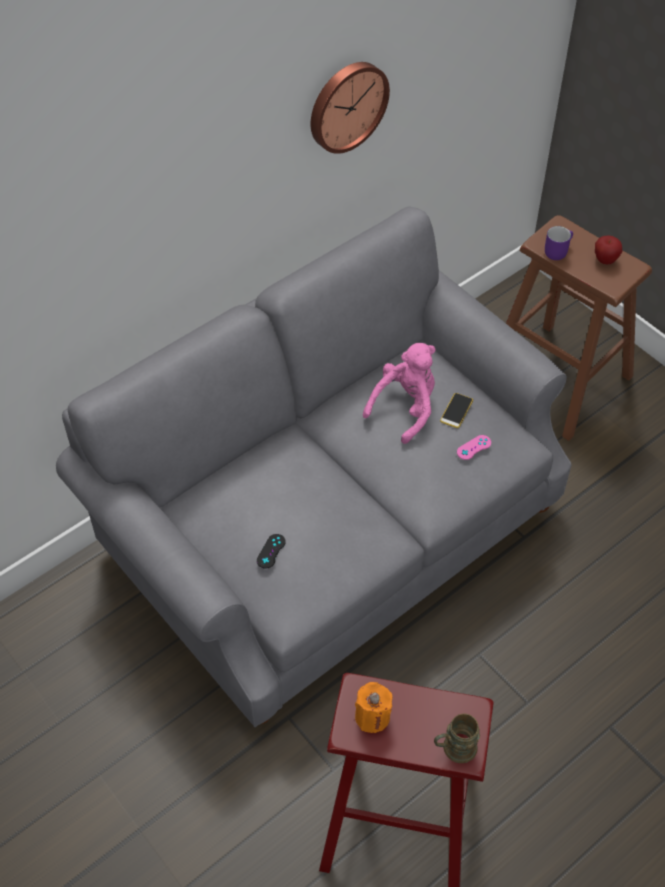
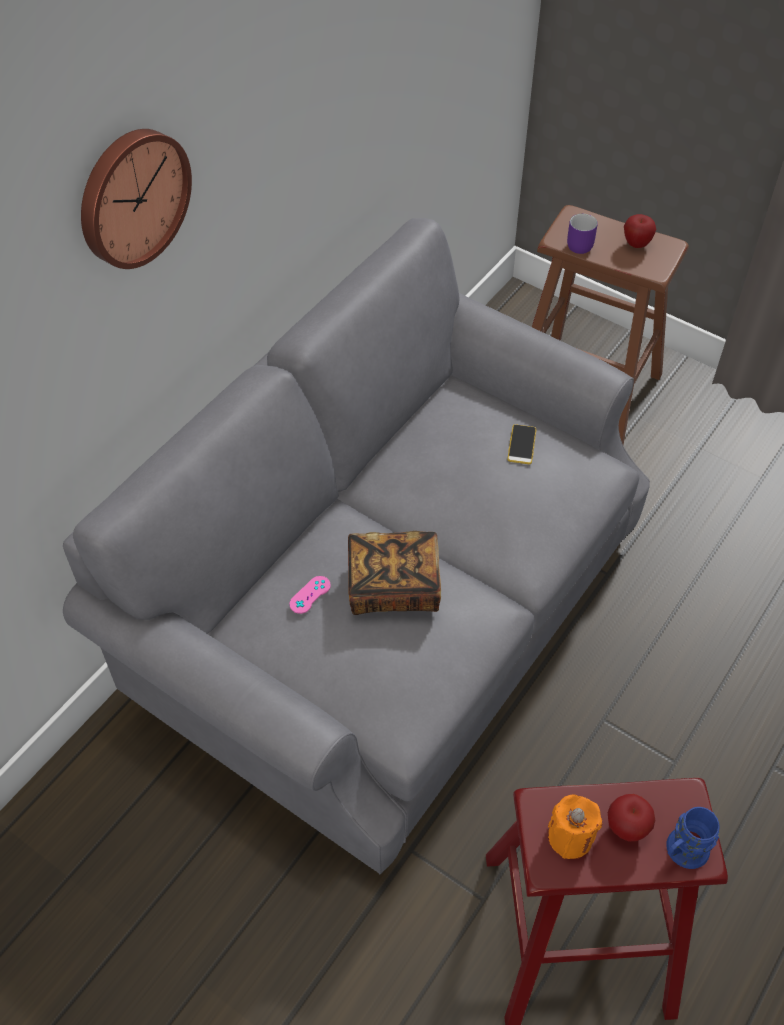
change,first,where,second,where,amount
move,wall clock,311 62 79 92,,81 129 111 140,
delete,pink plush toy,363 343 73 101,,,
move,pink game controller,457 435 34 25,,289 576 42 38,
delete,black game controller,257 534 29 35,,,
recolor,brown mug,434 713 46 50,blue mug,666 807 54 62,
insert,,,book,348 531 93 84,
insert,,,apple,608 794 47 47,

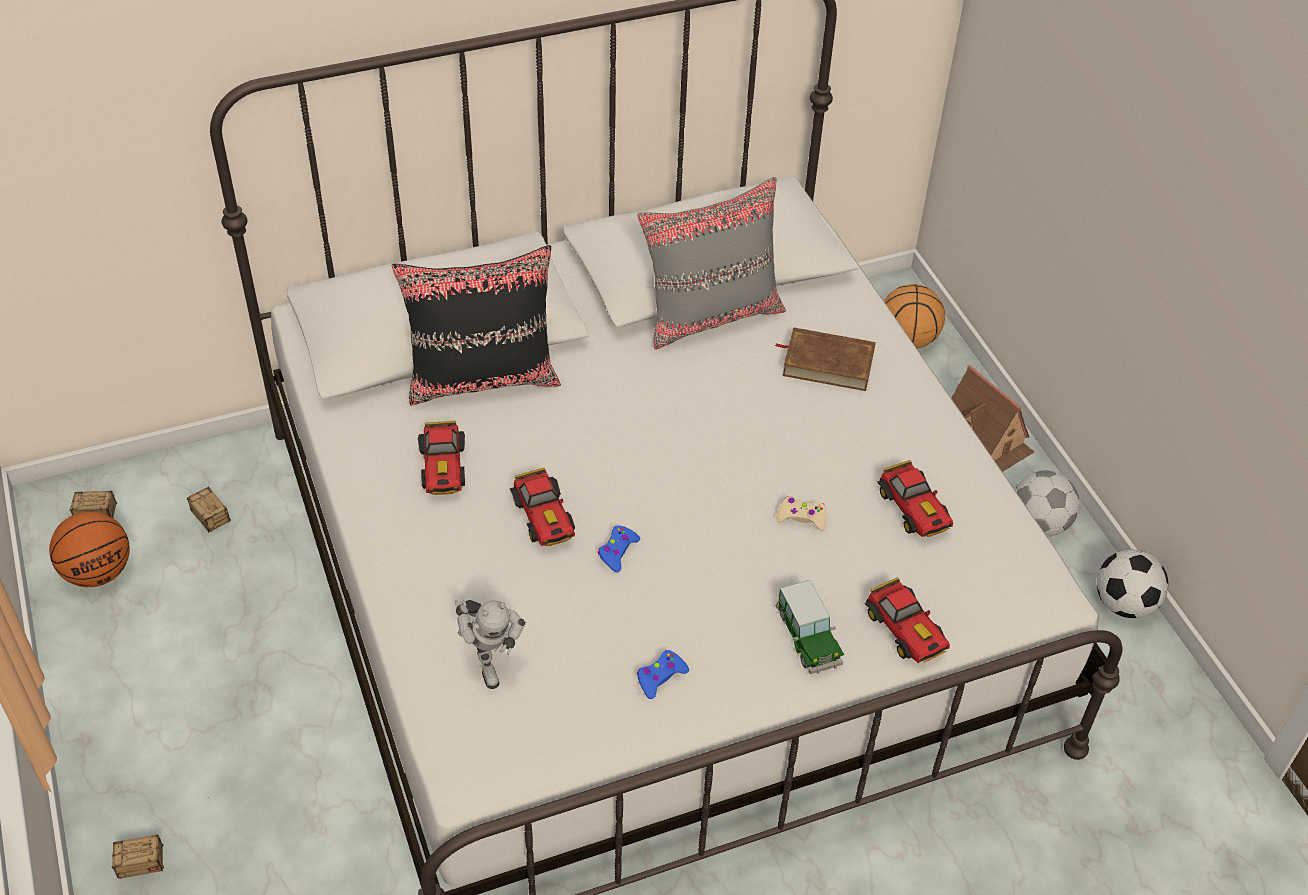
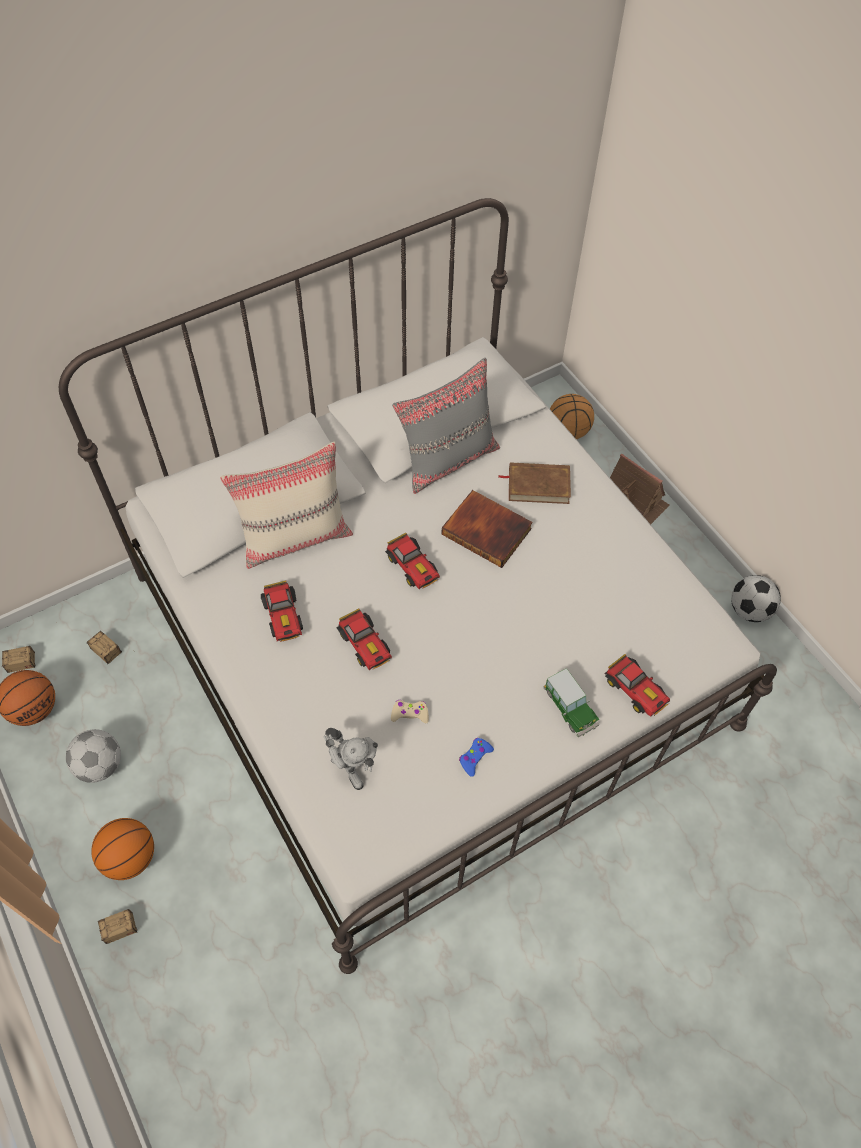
change,first,where,second,where,amount
recolor,black pillow,391 245 170 160,beige pillow,220 442 133 127,
move,toy car,877 460 76 77,,385 533 55 56,
move,football,1014 470 66 67,,66 729 55 54,
move,beige game controller,776 496 51 35,,391 700 38 23,
delete,blue game controller,598 525 42 48,,,
insert,,,book,441 490 92 78,
insert,,,basketball,91 818 63 62,

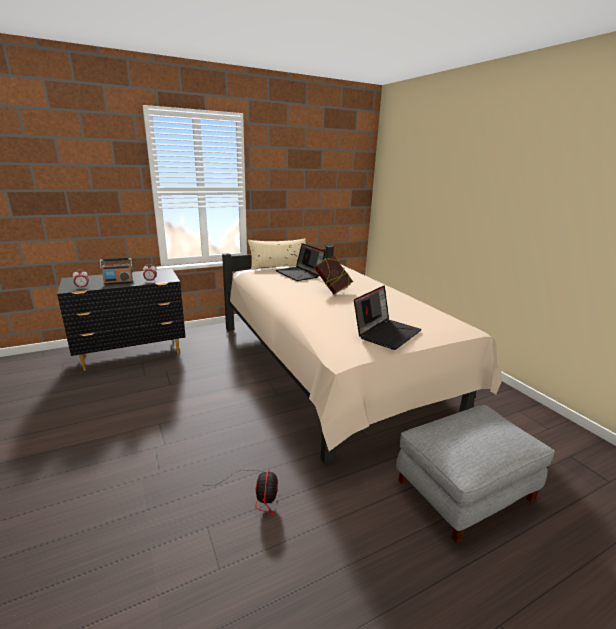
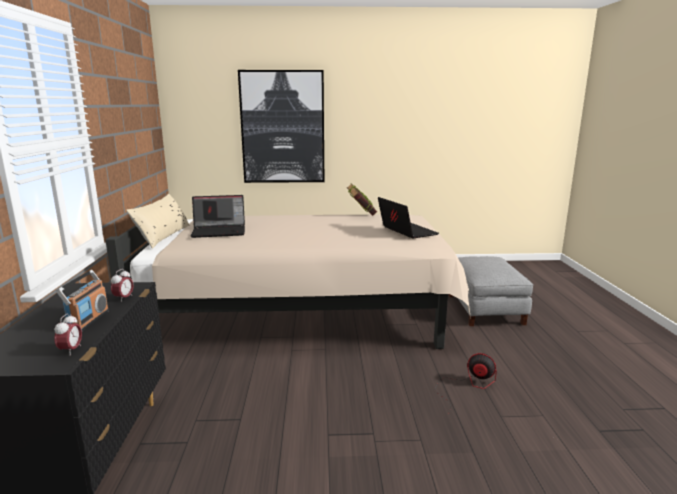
change,first,where,second,where,amount
move,book,314 256 39 38,,347 183 30 33,
insert,,,picture,238 70 86 113,

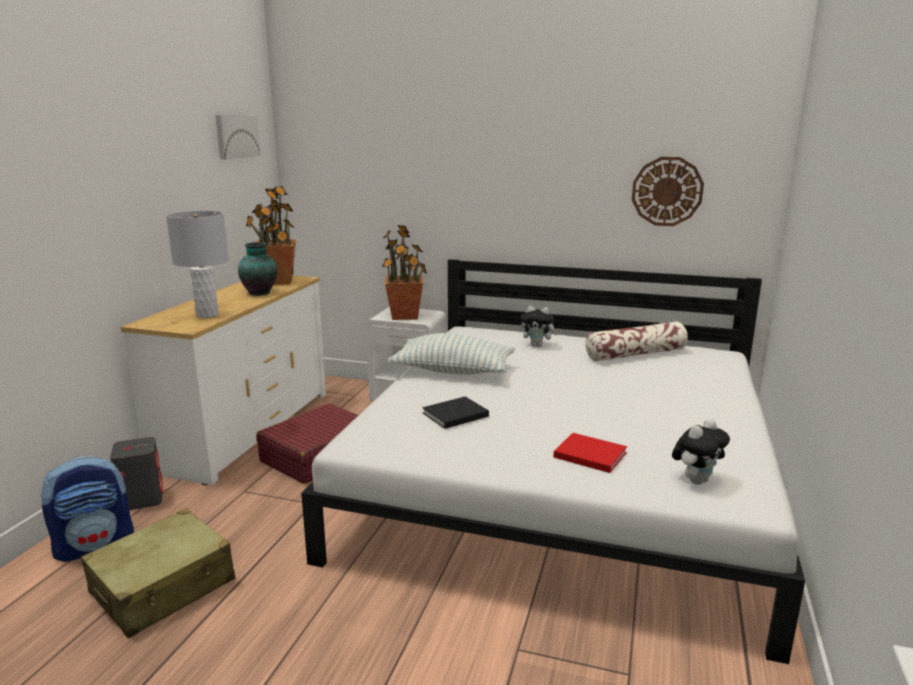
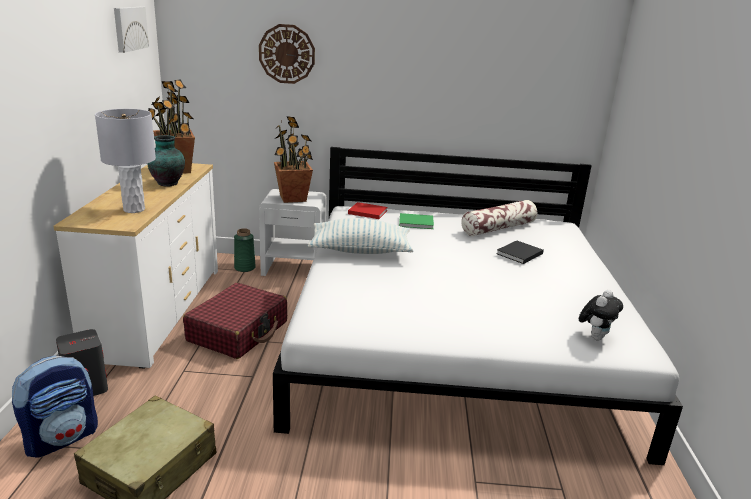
change,first,where,second,where,amount
move,wall clock,632 157 72 69,,259 24 56 60,
replace,plush toy,521 306 37 41,green book,399 213 35 16,
move,black book,422 397 67 32,,496 241 48 23,
move,red book,553 433 74 40,,348 202 40 17,
insert,,,green vase,234 228 22 44,

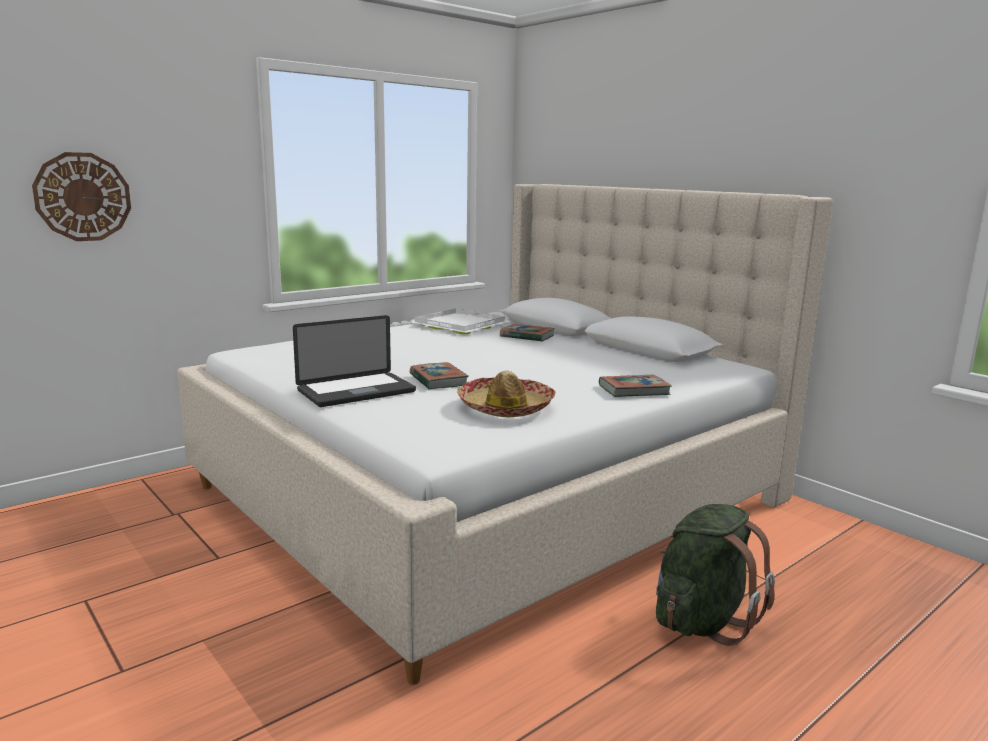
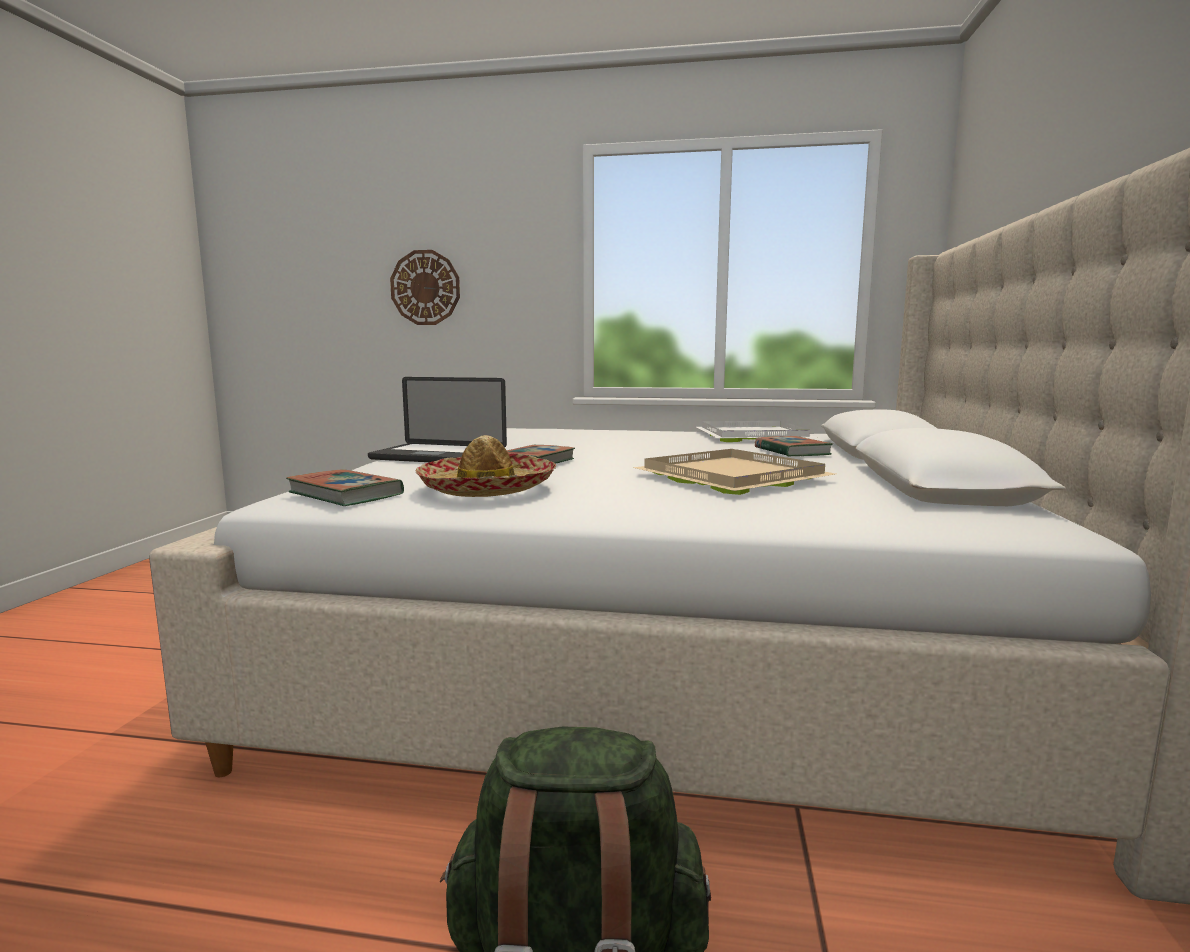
change,first,where,second,where,amount
move,book,599 375 73 22,,286 469 118 37,
insert,,,beige tray,633 449 202 46,

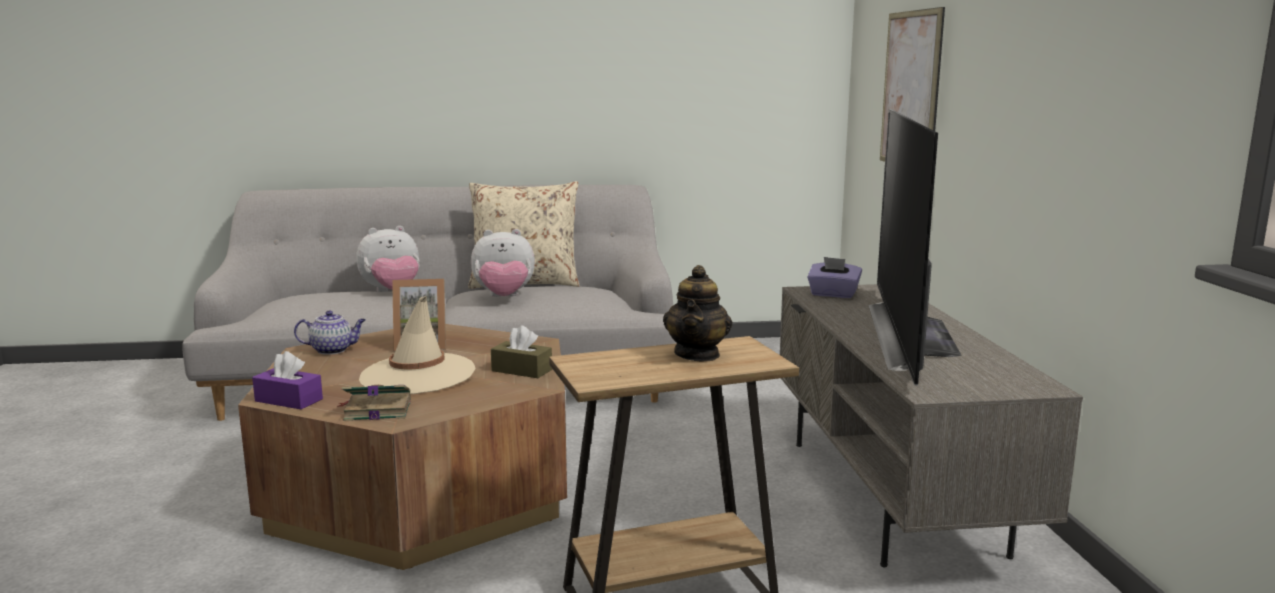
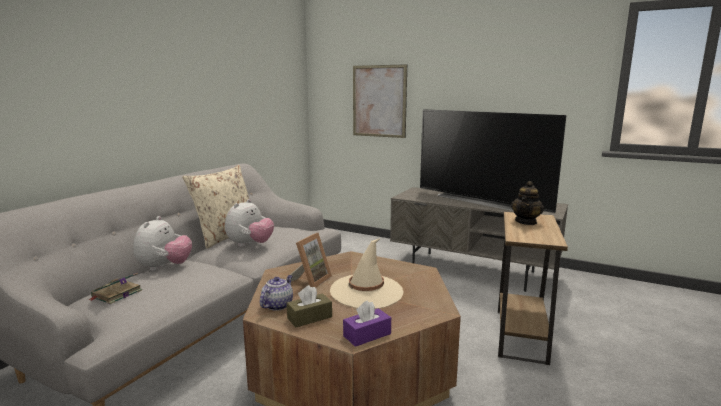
change,first,where,second,where,amount
delete,purple tissue box,807 257 55 41,,,
rotate,teapot,663 265 69 97,,511 181 33 44,75 degrees clockwise
move,brown tissue box,491 325 61 53,,287 285 45 42,
move,book,339 385 72 36,,89 272 53 32,

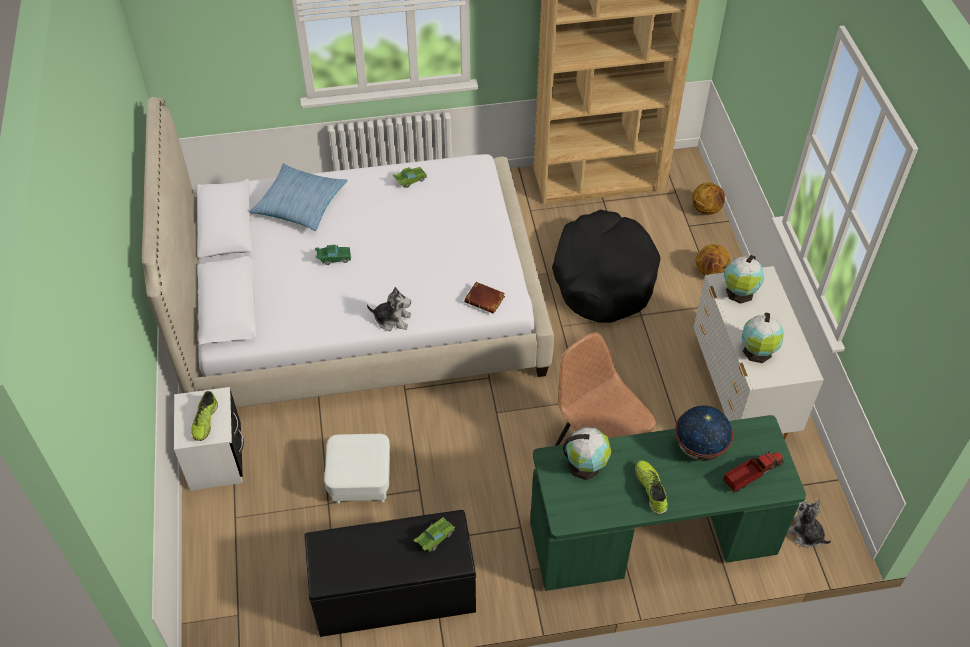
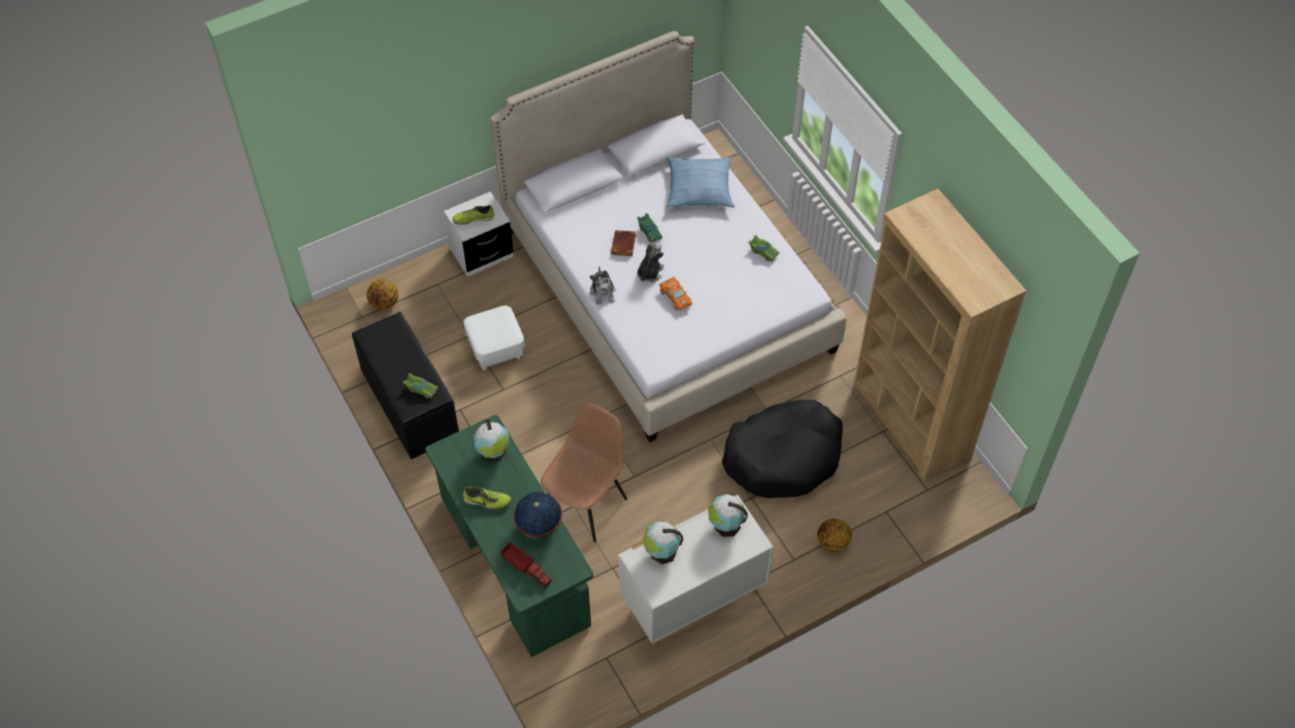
change,first,where,second,where,amount
move,basketball,692 183 33 32,,366 279 33 31,
move,brown book,464 282 41 32,,611 230 25 26,
rotate,shoe,635 460 33 54,,463 487 48 22,45 degrees clockwise
move,plush toy,788 499 43 49,,637 243 27 40,
insert,,,orange toy car,660 277 32 33,

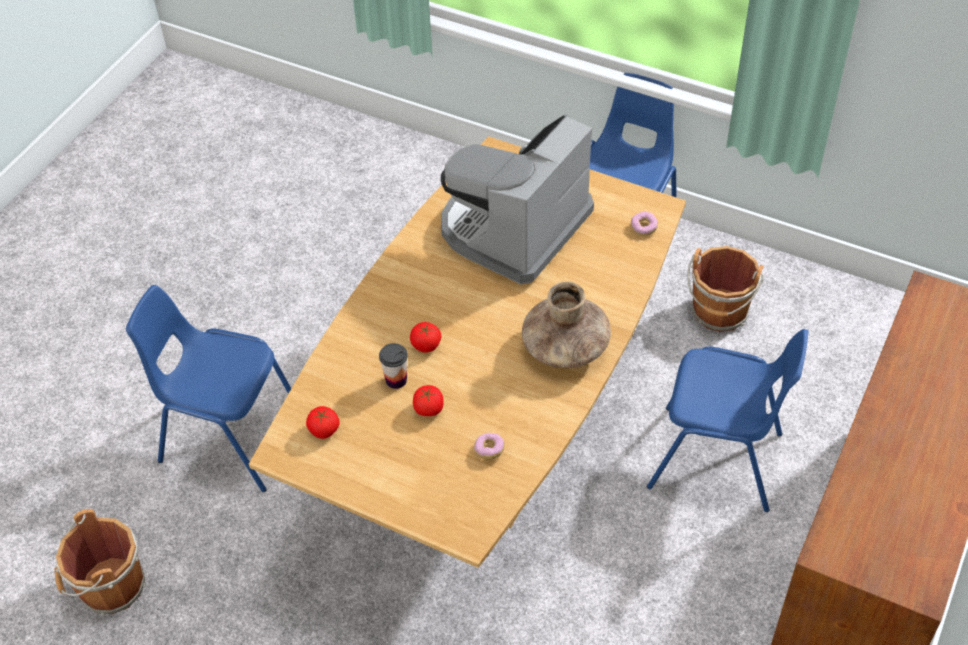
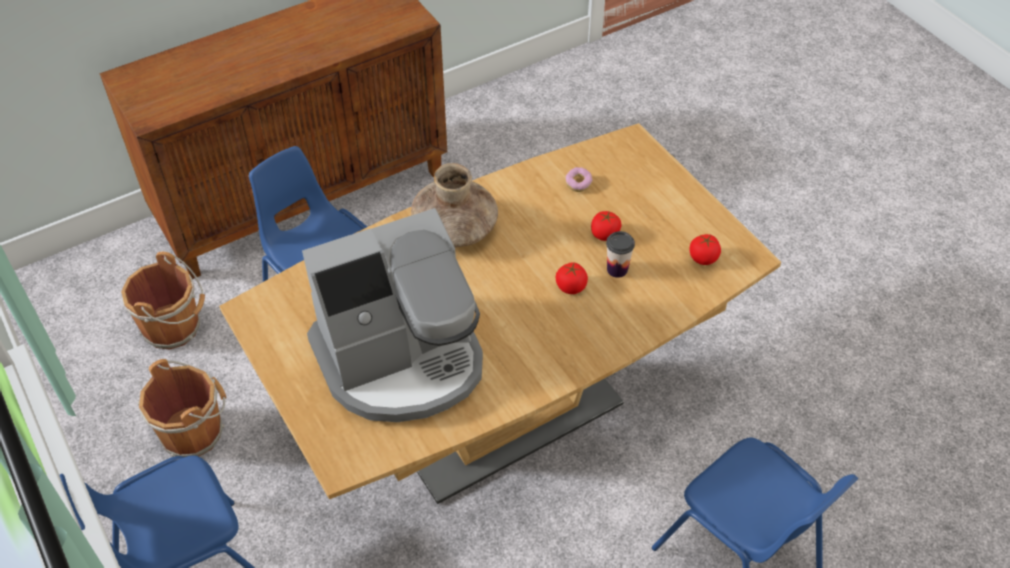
change,first,where,second,where,amount
delete,donut,631 211 27 25,,,
move,brown bucket,55 509 91 107,,121 252 84 98,

